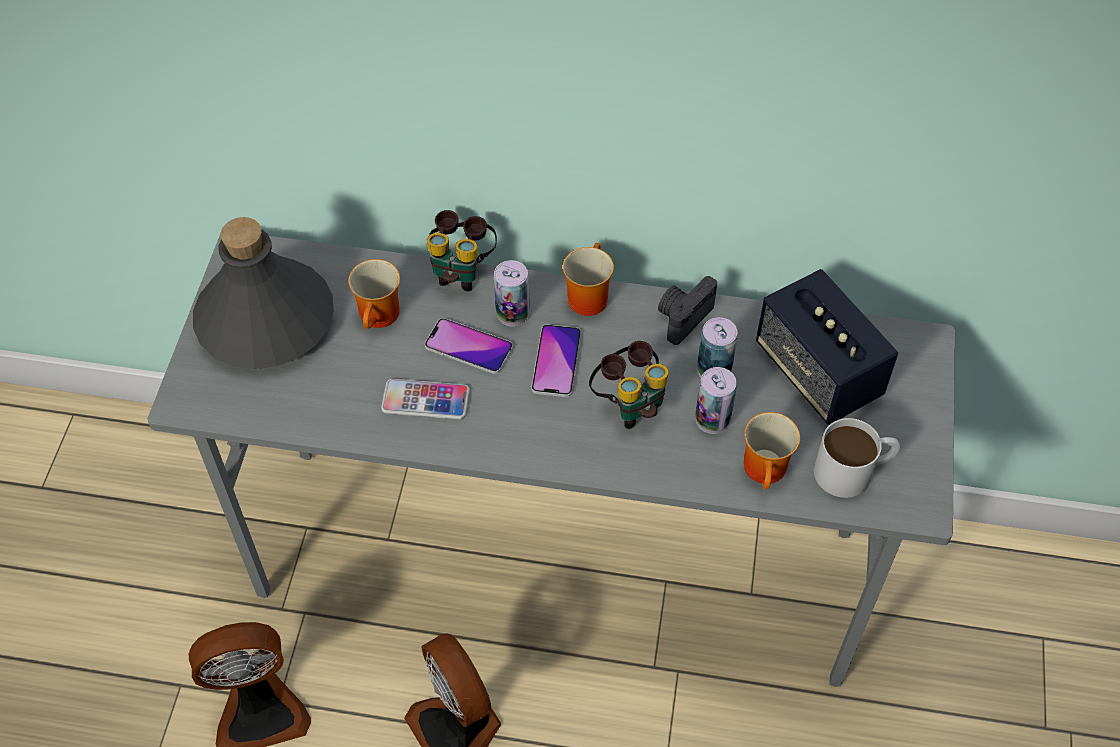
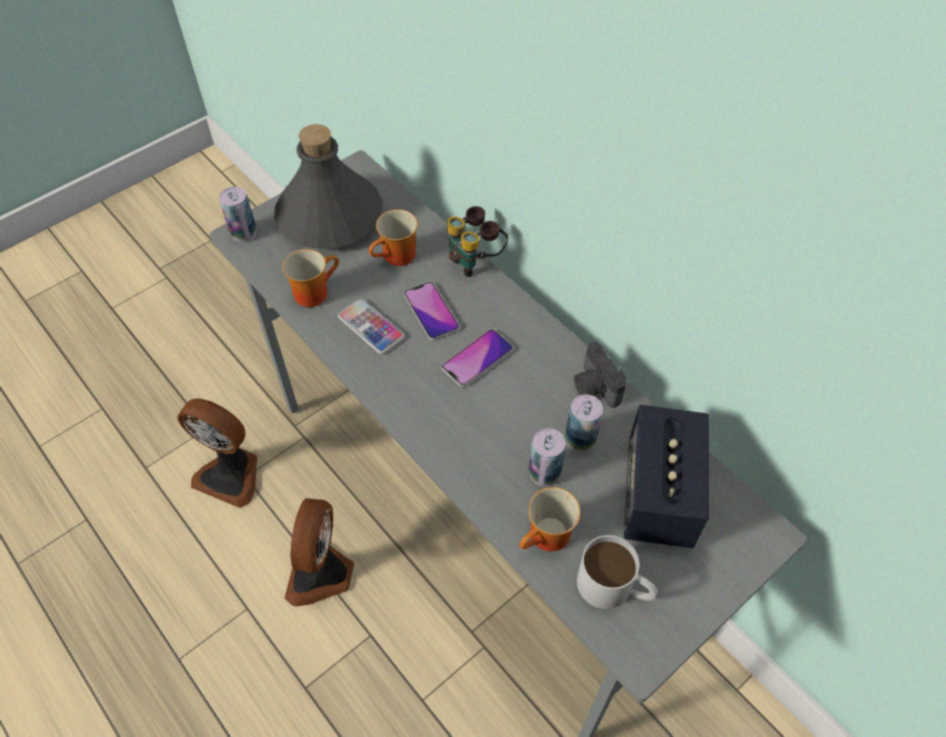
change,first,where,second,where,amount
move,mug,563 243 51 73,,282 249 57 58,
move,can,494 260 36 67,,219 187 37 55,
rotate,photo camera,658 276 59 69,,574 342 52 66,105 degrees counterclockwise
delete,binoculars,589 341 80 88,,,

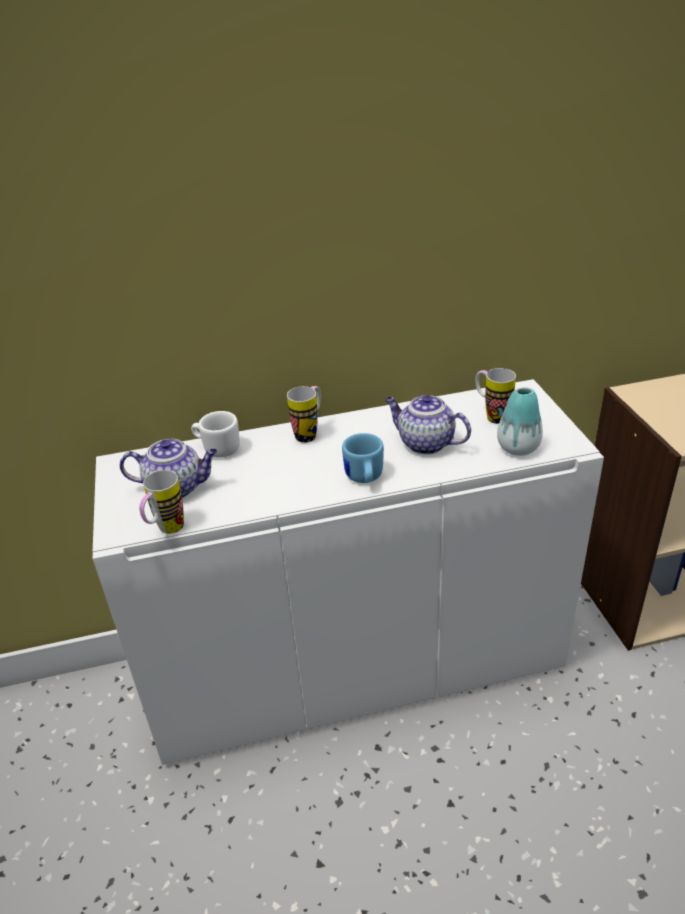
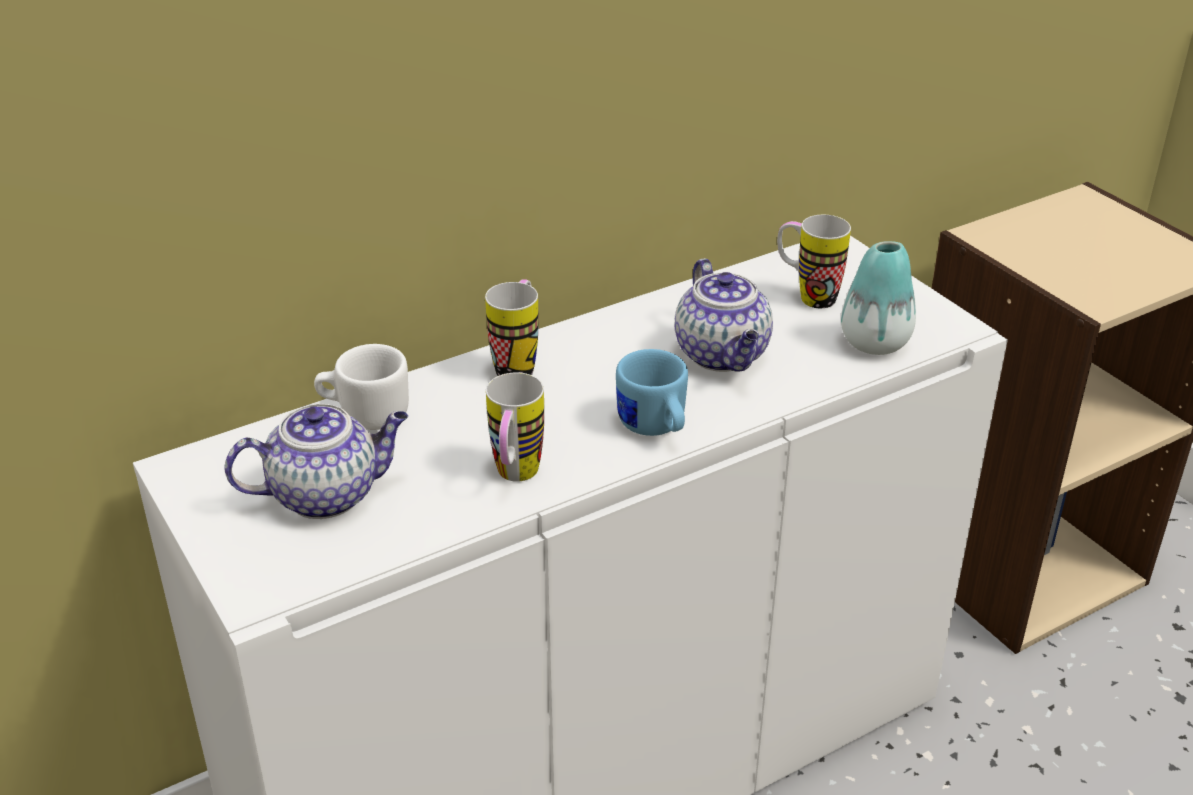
change,first,where,second,where,amount
rotate,teapot,385 395 86 60,,675 258 98 114,120 degrees counterclockwise
move,mug,139 470 45 64,,486 373 58 109,

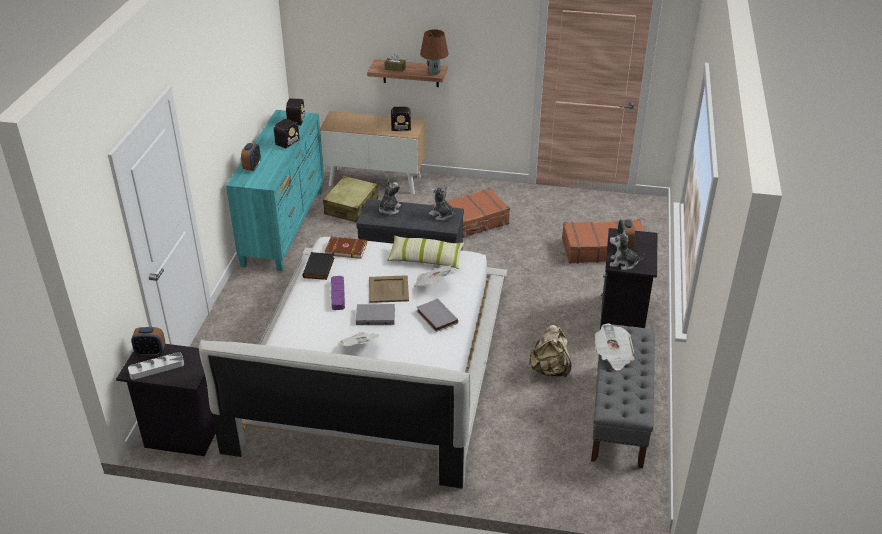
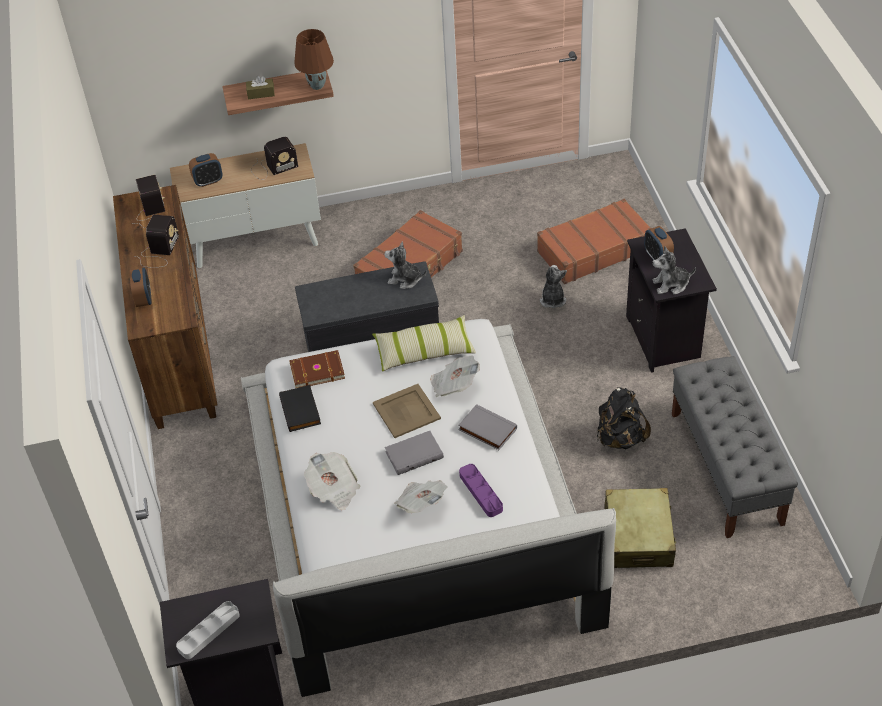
change,first,where,second,where,amount
recolor,turquoise dresser,226 110 98 161,brown dresser,113 185 104 244,
move,beige suitcase,323 176 55 47,,604 488 72 80,
move,plush toy,379 180 22 35,,540 265 27 43,
move,purple tray,331 276 14 34,,459 464 44 53,
move,newspaper,595 323 40 48,,304 452 56 58,
recolor,beige backpack,529 325 43 52,black backpack,597 387 54 62,
move,alarm clock,131 327 34 29,,189 153 34 34,

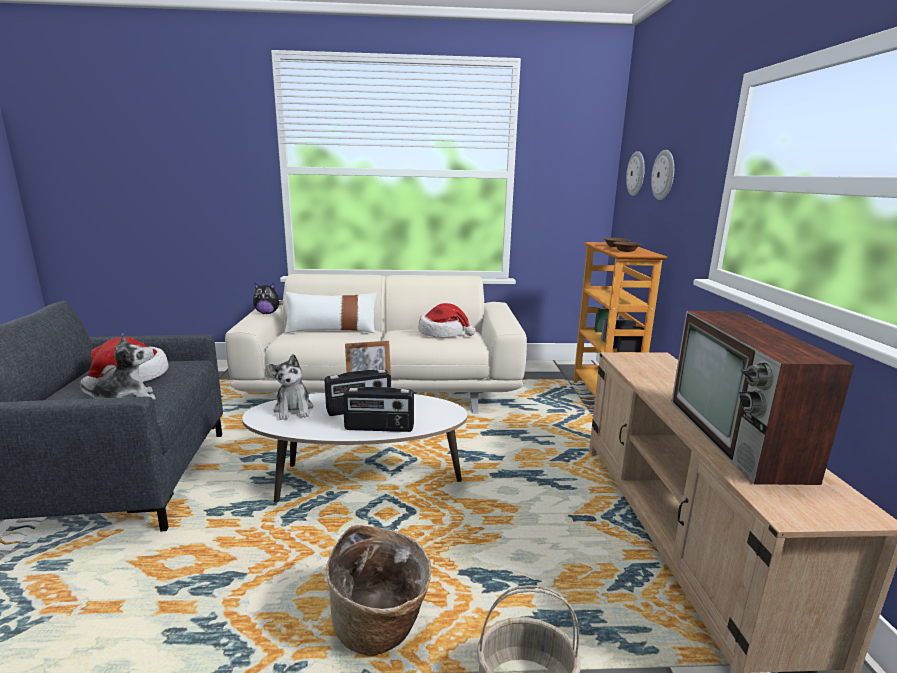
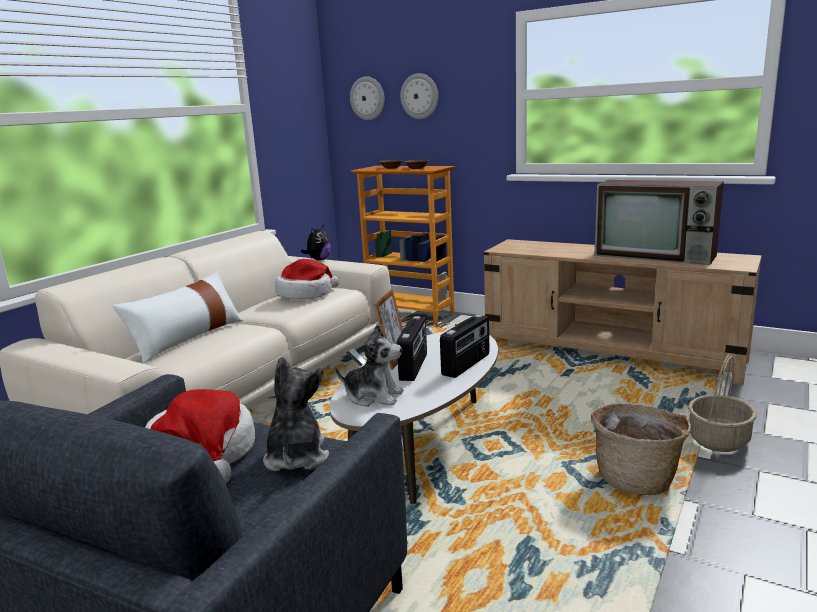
change,first,where,second,where,amount
move,plush toy,253 283 30 31,,301 225 30 35,

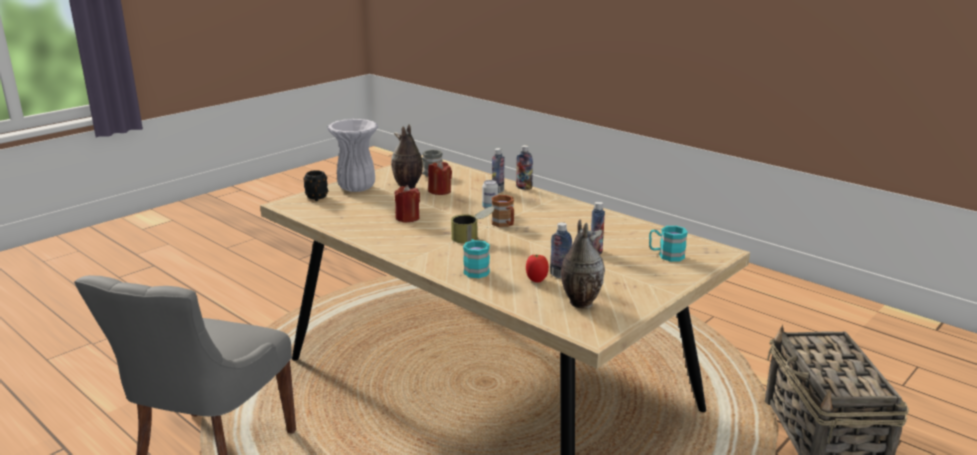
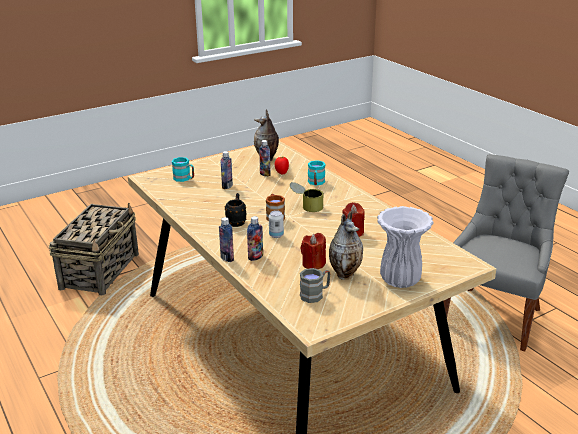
change,first,where,second,where,amount
move,black mug,303 170 26 31,,225 193 22 34,

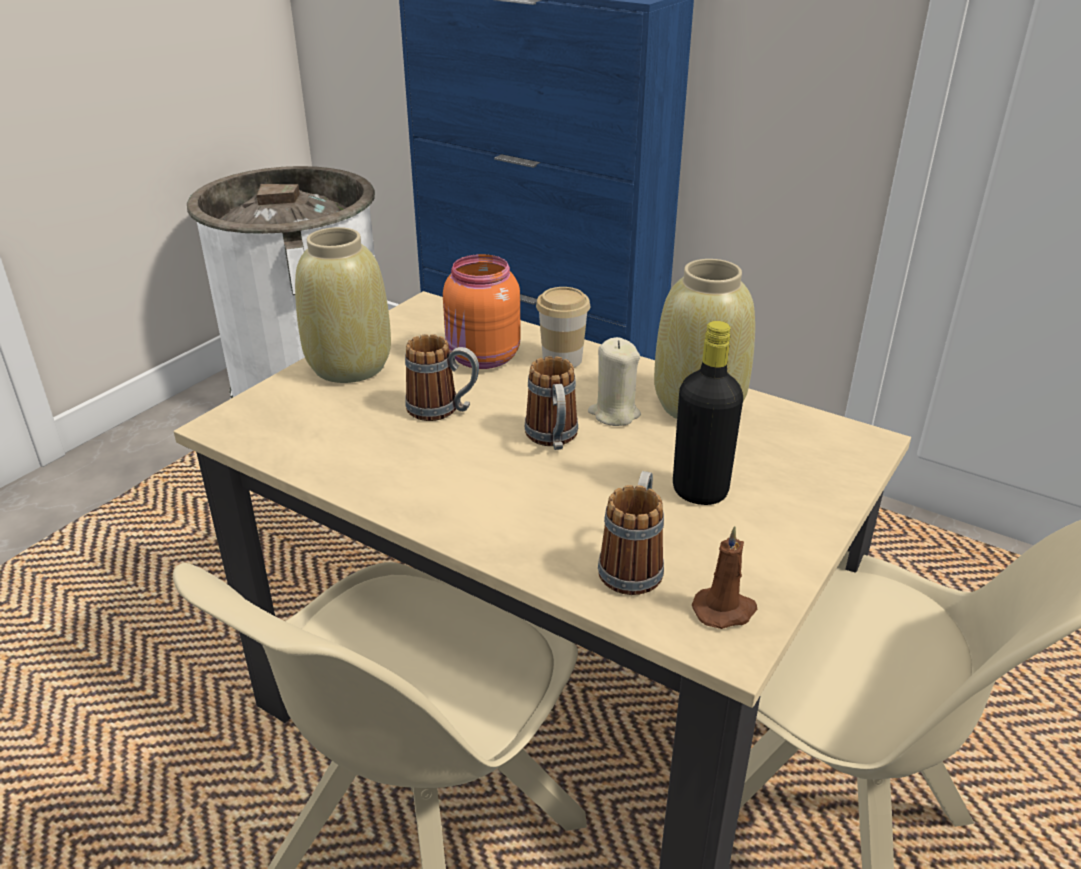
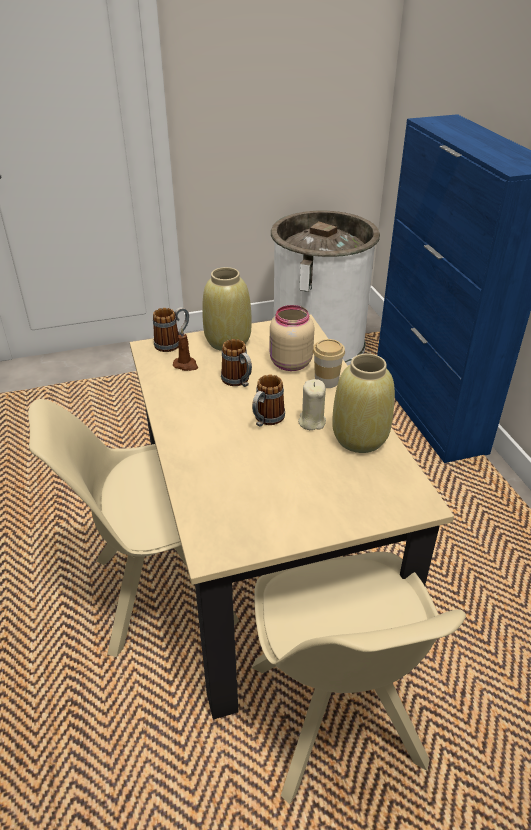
change,first,where,second,where,amount
recolor,orange jar,443 254 78 115,beige jar,270 305 44 66,
delete,black bottle,673 321 70 184,,,
move,mug,598 471 66 124,,153 307 36 45,
move,brown candle,692 526 65 103,,173 329 25 42,

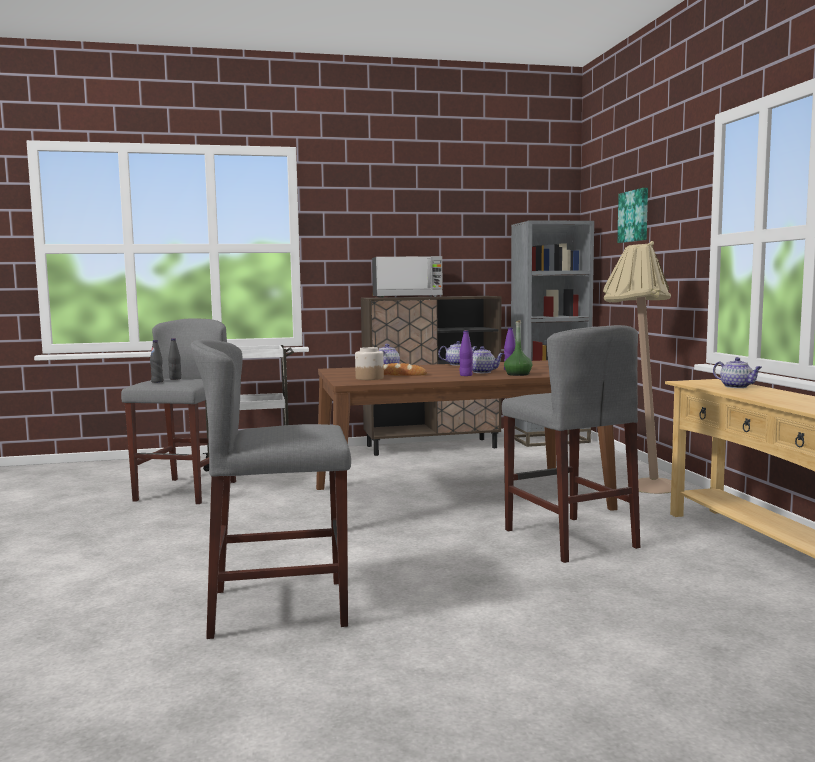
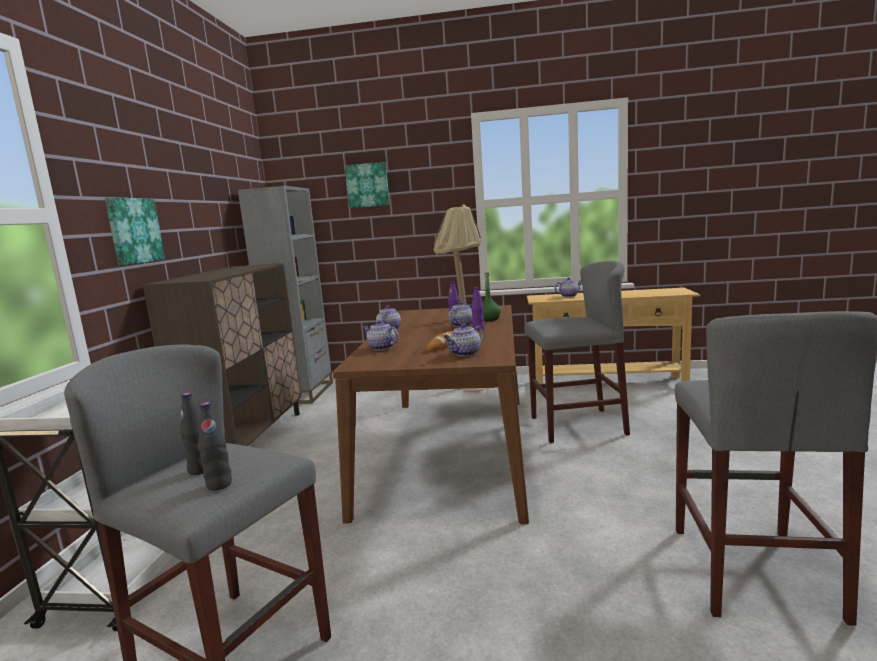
change,first,where,second,where,amount
delete,microwave,372 256 71 42,,,
replace,jar,355 347 29 33,teapot,443 324 41 32,
insert,,,picture,105 197 60 69,

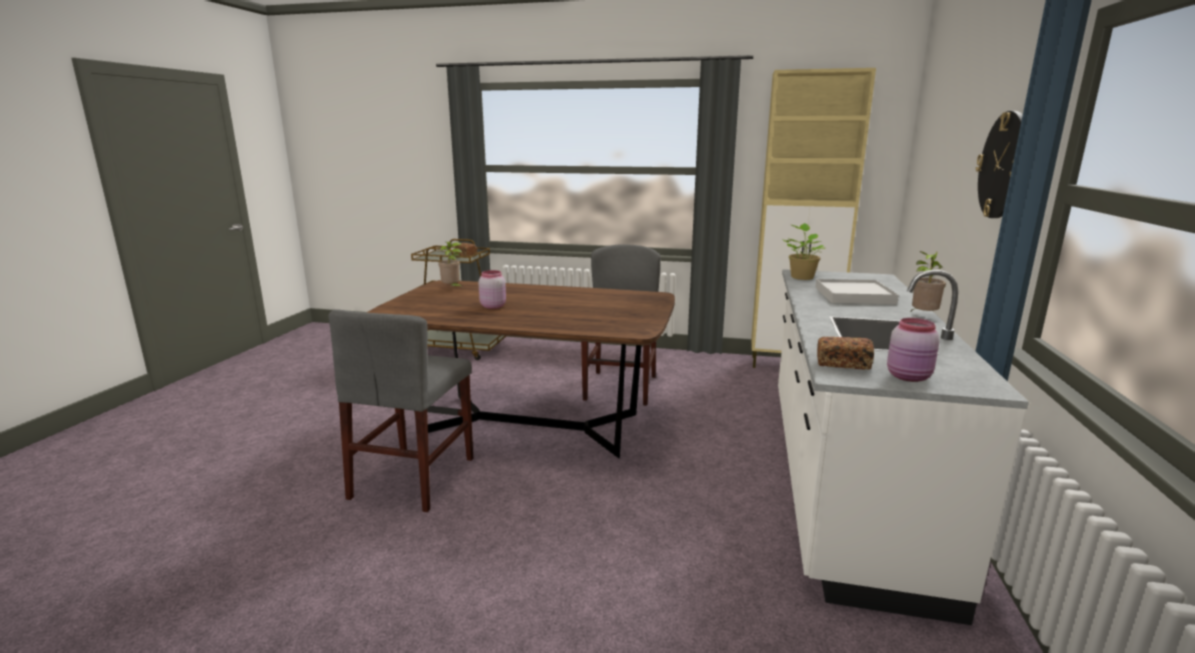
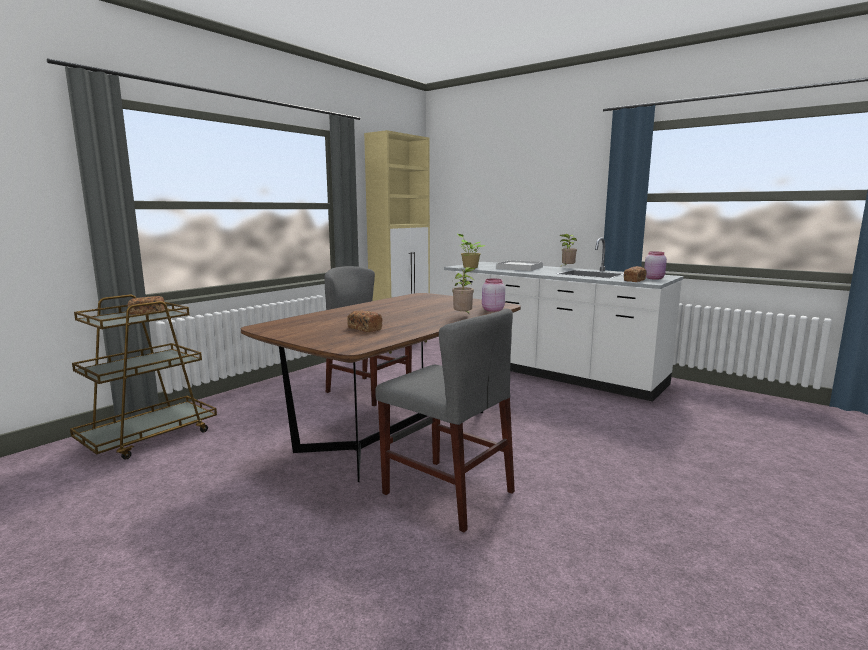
change,first,where,second,where,amount
delete,wall clock,976 111 47 107,,,
move,potted plant,438 242 26 47,,452 267 24 47,
move,pink jar,478 270 28 39,,482 279 23 33,
insert,,,bread,347 310 35 22,

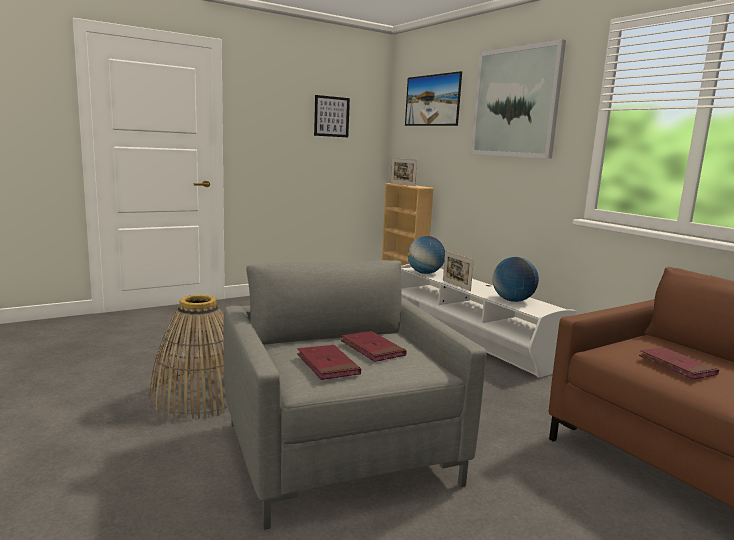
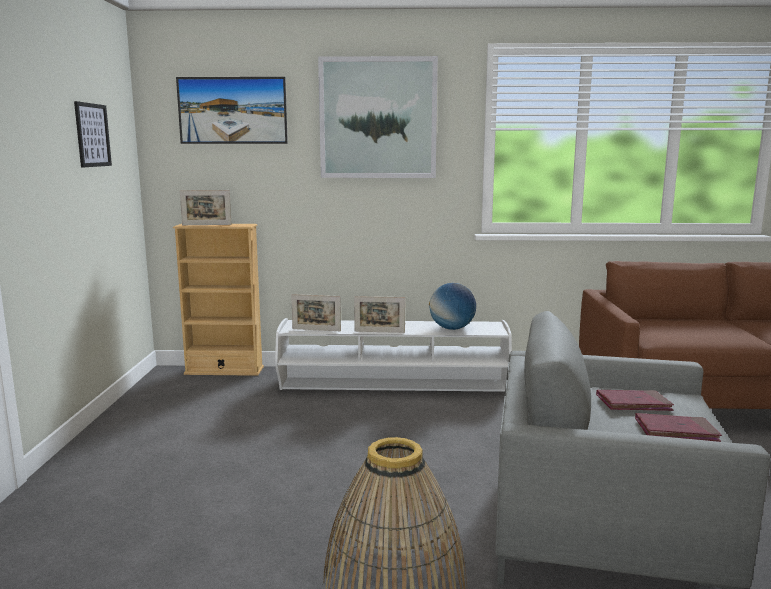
change,first,where,second,where,amount
replace,globe,408 236 37 38,picture frame,291 294 50 37,
delete,red book,639 347 80 33,,,

